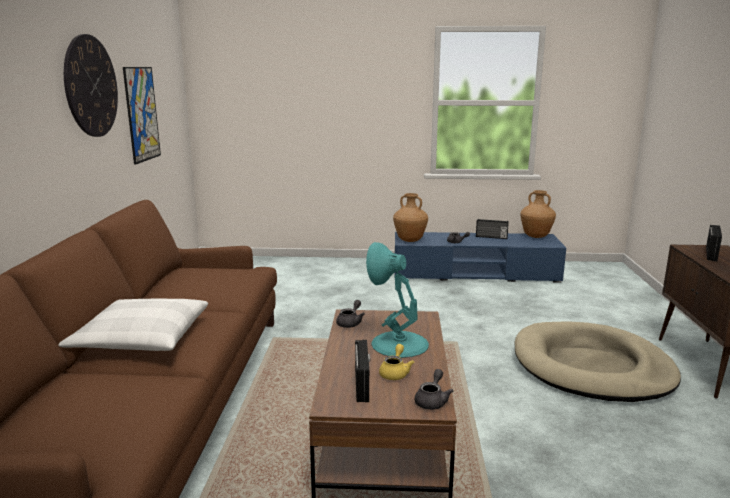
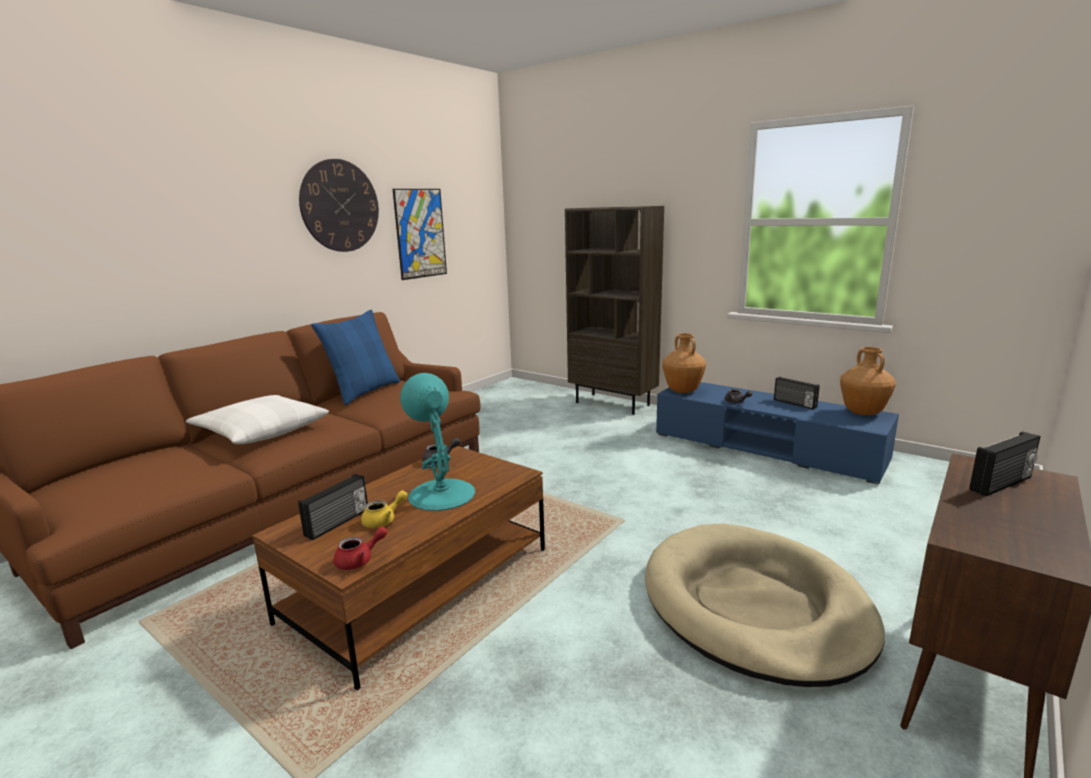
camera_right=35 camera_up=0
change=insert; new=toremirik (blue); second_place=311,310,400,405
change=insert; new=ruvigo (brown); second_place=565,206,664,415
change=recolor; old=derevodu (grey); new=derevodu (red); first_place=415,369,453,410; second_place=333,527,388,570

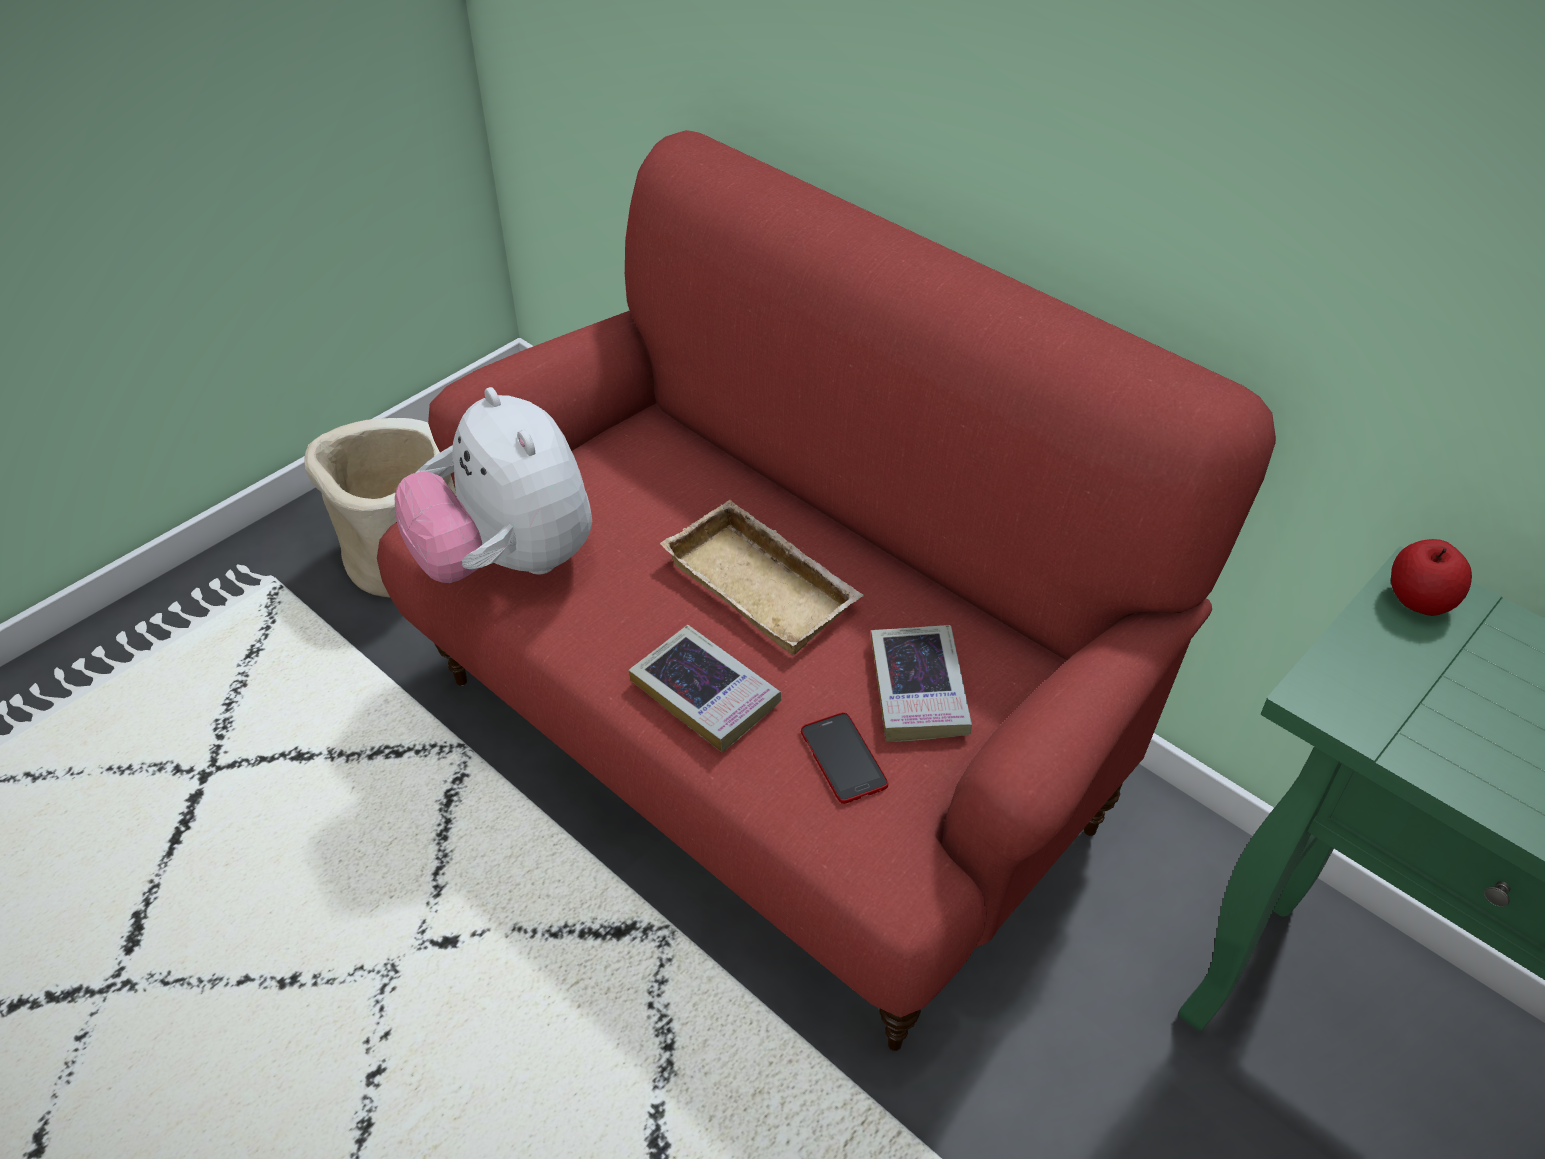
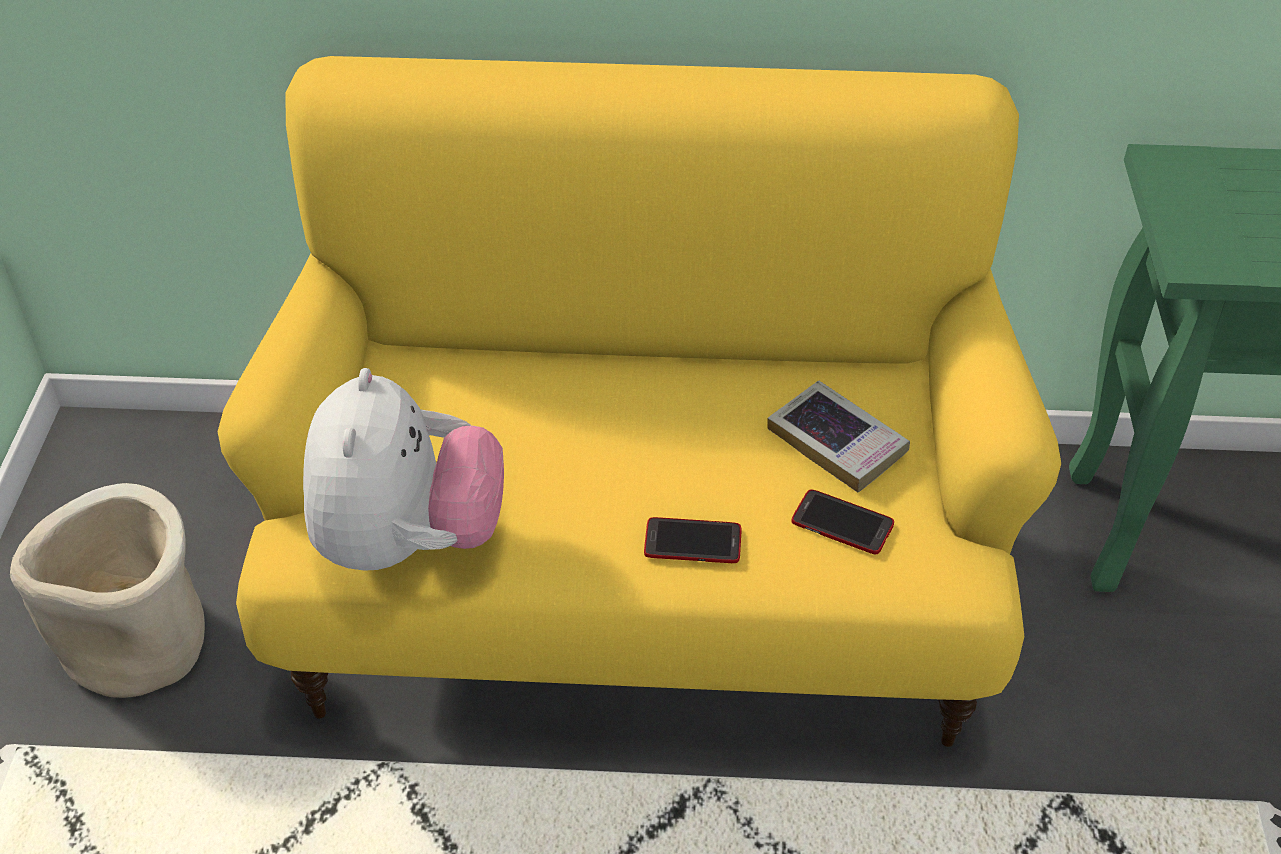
camera_right=-40 camera_up=0
change=delete; old=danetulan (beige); first_place=660,500,863,655
change=delete; old=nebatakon; first_place=1391,539,1472,616
change=replace; old=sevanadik; new=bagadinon; first_place=628,625,781,752; second_place=644,517,741,563
change=recolor; old=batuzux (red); new=batuzux (yellow); first_place=377,130,1276,1051; second_place=218,56,1061,747
change=rotate; old=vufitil; first_place=395,387,592,583; second_place=303,368,504,571; degrees=-105

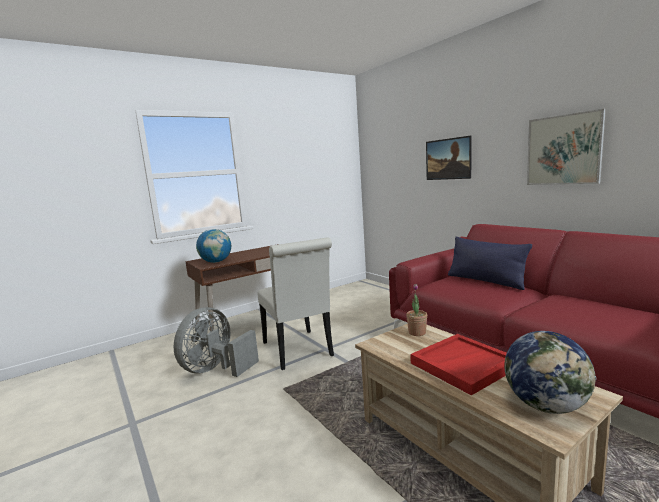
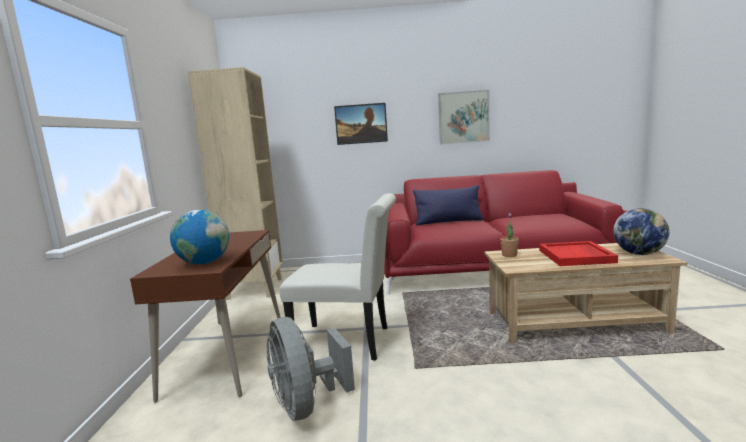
camera_right=-55 camera_up=0
change=insert; new=ruvigo (beige); second_place=188,67,283,300

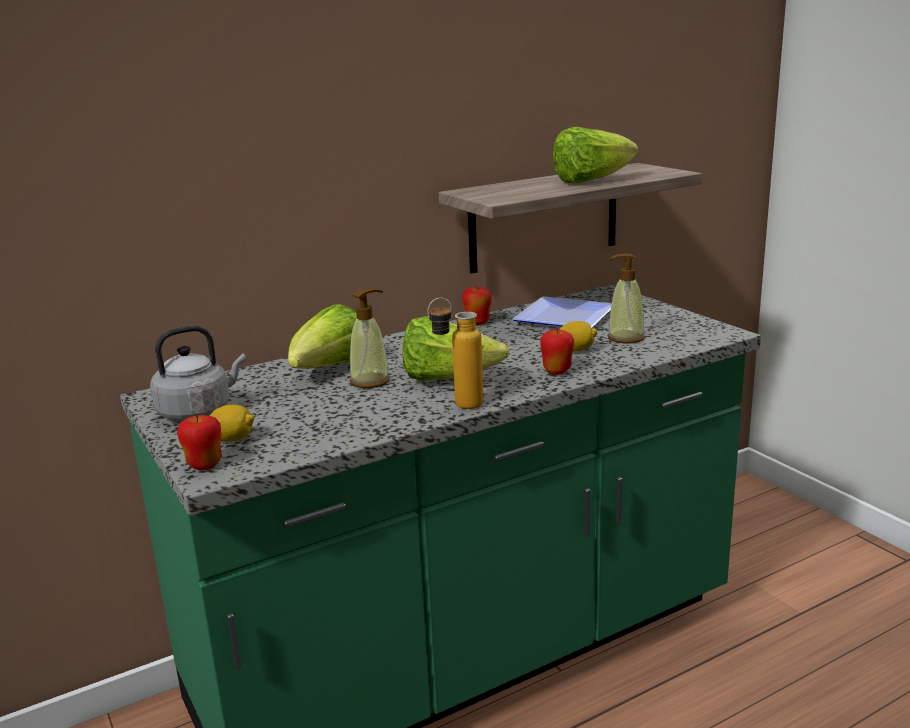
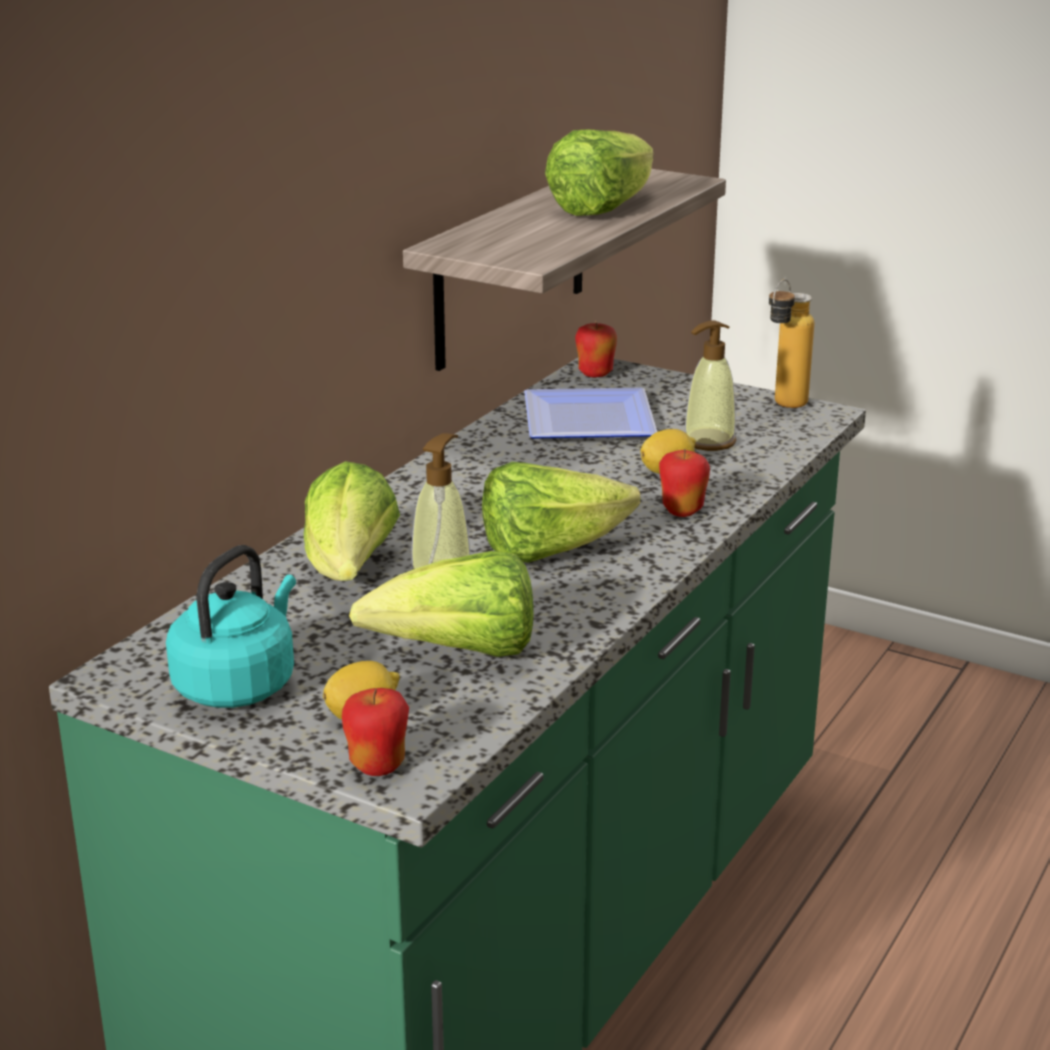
camera_right=-30 camera_up=5
change=insert; new=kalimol; second_place=349,551,533,657
change=move; old=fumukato; first_place=427,298,483,409; second_place=769,279,814,408
change=move; old=nebatakon; first_place=462,285,492,325; second_place=575,321,617,377
change=recolor; old=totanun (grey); new=totanun (turquoise); first_place=150,325,246,421; second_place=166,545,296,708

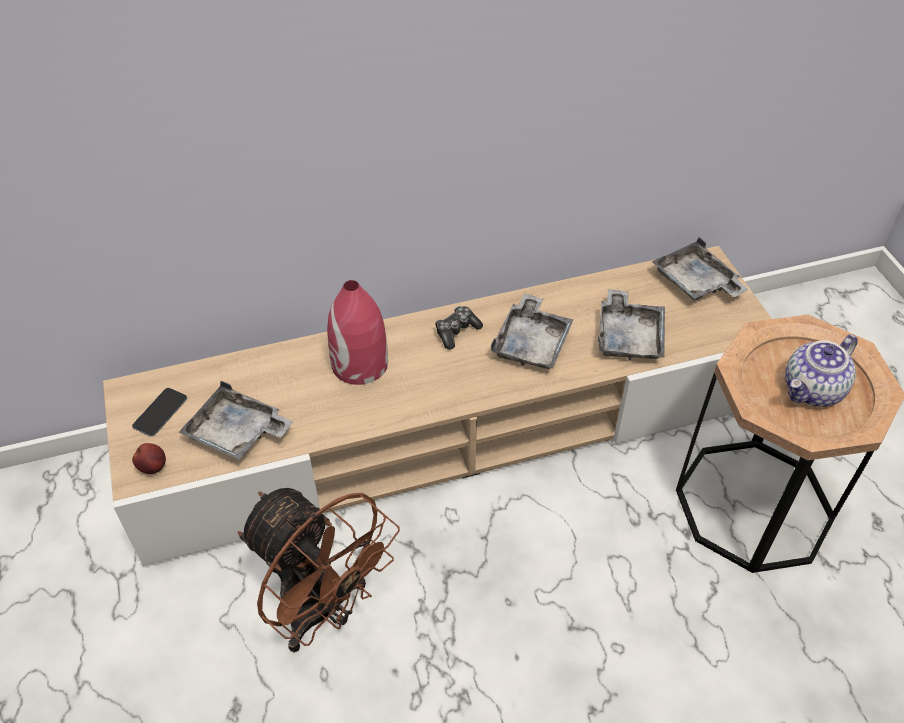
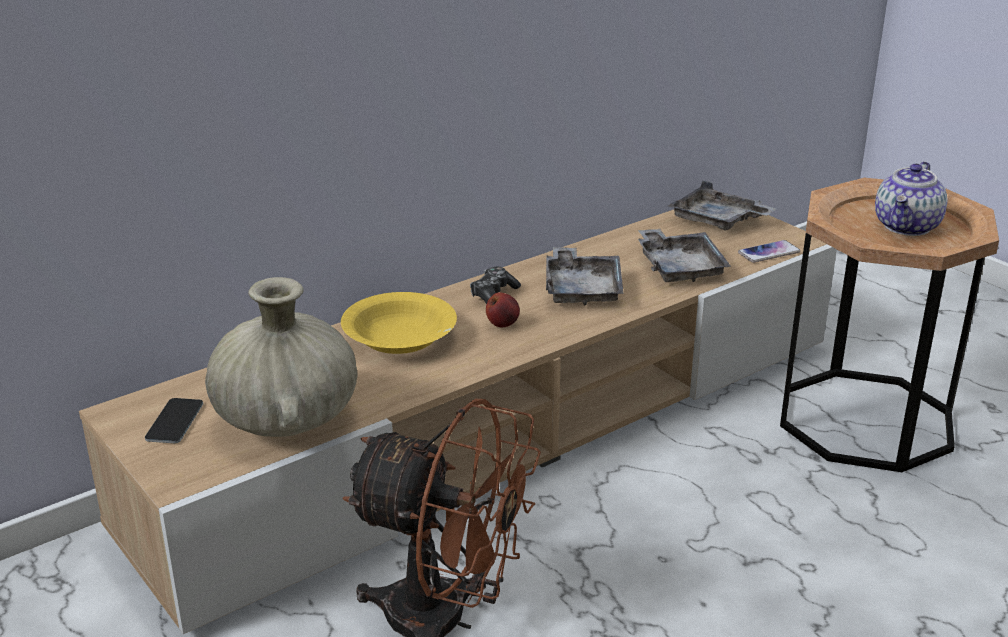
camera_right=-20 camera_up=-20
change=insert; new=bagadinon; second_place=738,240,800,263
change=move; old=nebatakon; first_place=132,443,166,474; second_place=486,292,520,327
change=replace; old=danetulan (grey); new=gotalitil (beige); first_place=179,381,293,460; second_place=205,277,358,437
change=replace; old=gotalitil (red); new=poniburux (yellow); first_place=327,280,388,385; second_place=341,292,457,354

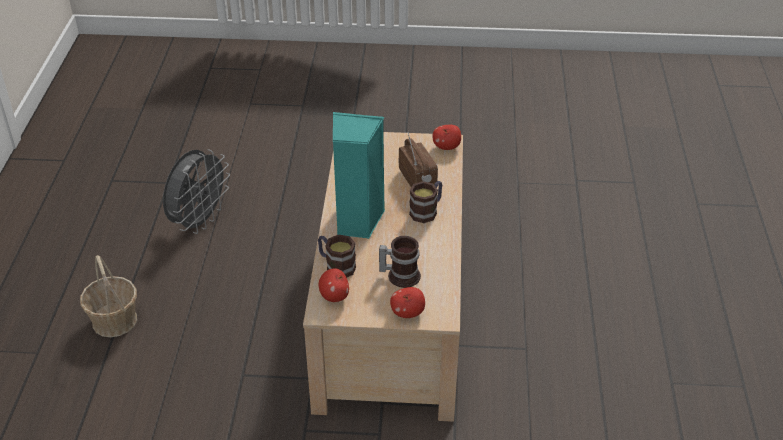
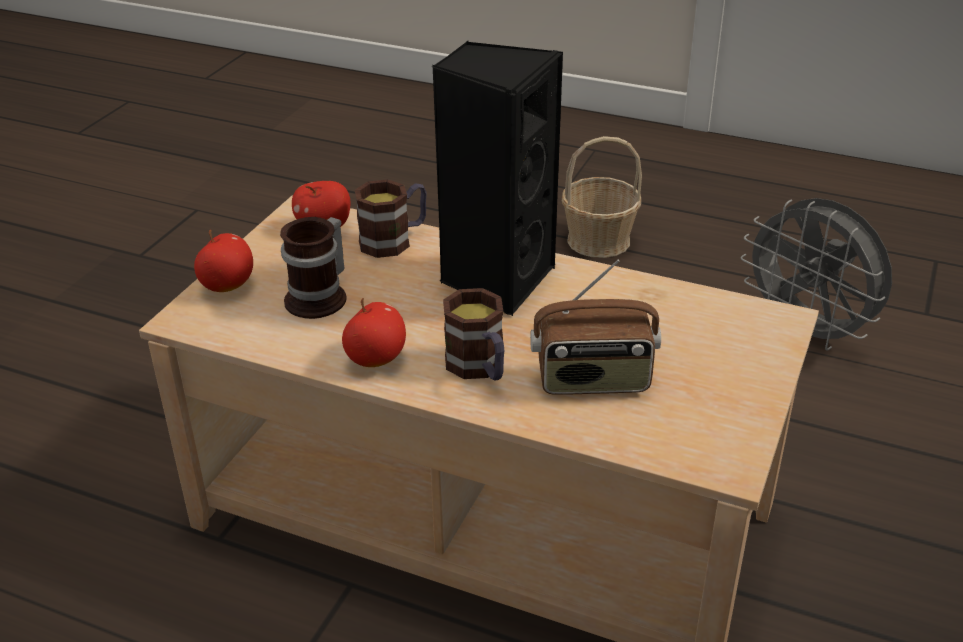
camera_right=110 camera_up=-5
change=move; old=nebatakon; first_place=432,125,461,150; second_place=342,298,406,367
change=recolor; old=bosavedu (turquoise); new=bosavedu (black); first_place=333,112,385,239; second_place=432,41,563,316

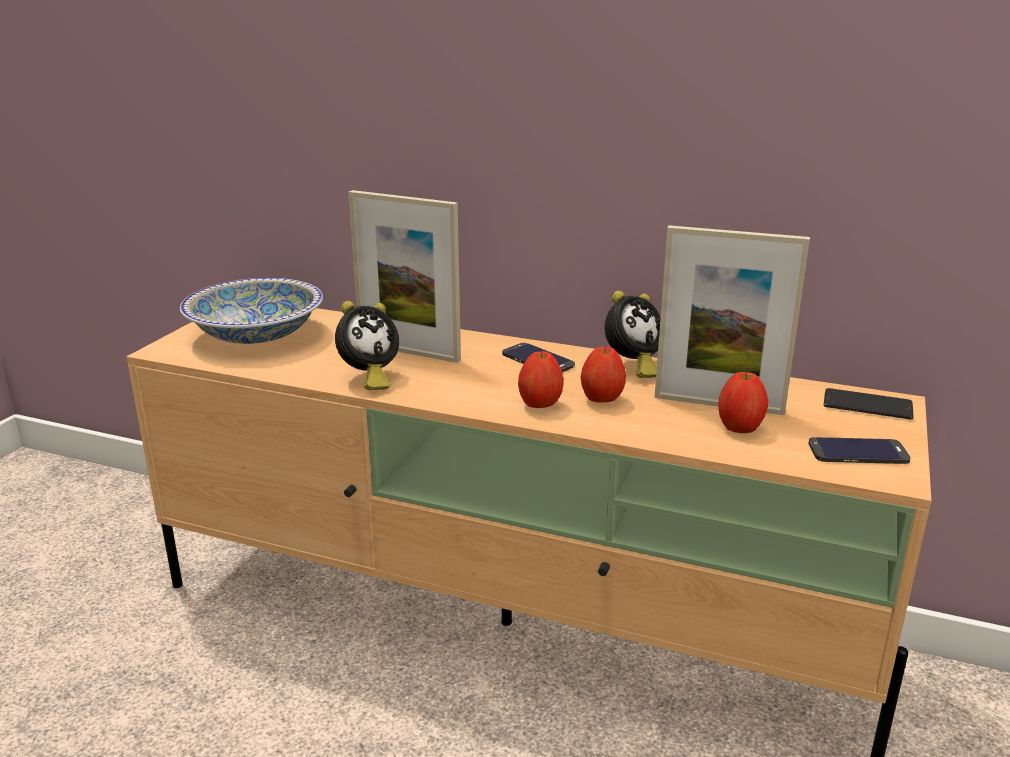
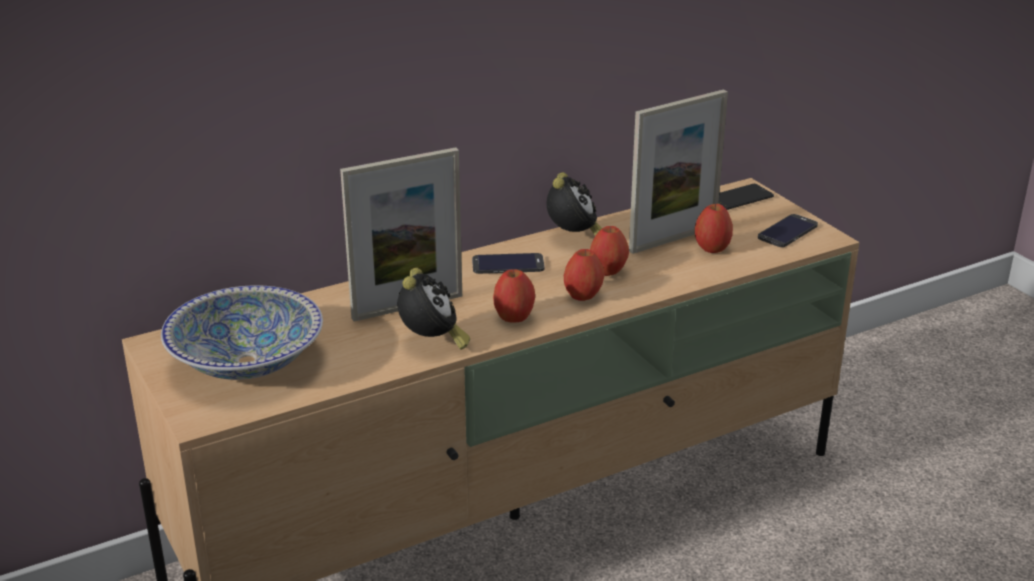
camera_right=-50 camera_up=5
change=insert; new=nebatakon; second_place=493,269,535,323

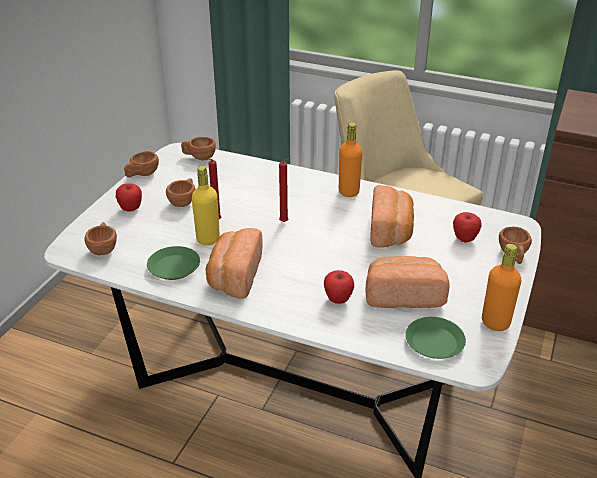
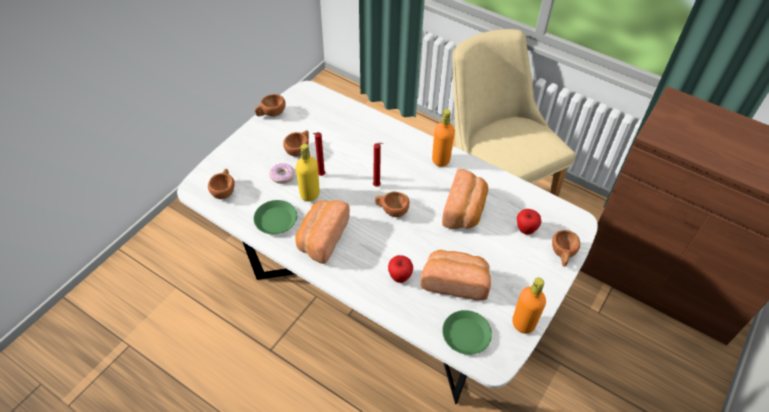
camera_right=10 camera_up=15
change=delete; old=nebatakon; first_place=116,183,142,212
change=insert; new=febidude; second_place=269,163,295,184
change=move; old=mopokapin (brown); first_place=181,137,216,160; second_place=375,191,409,217

